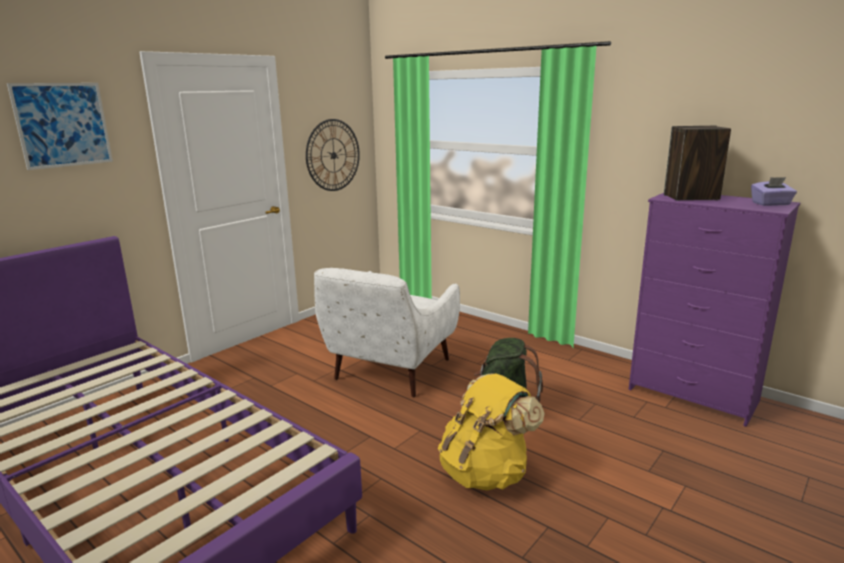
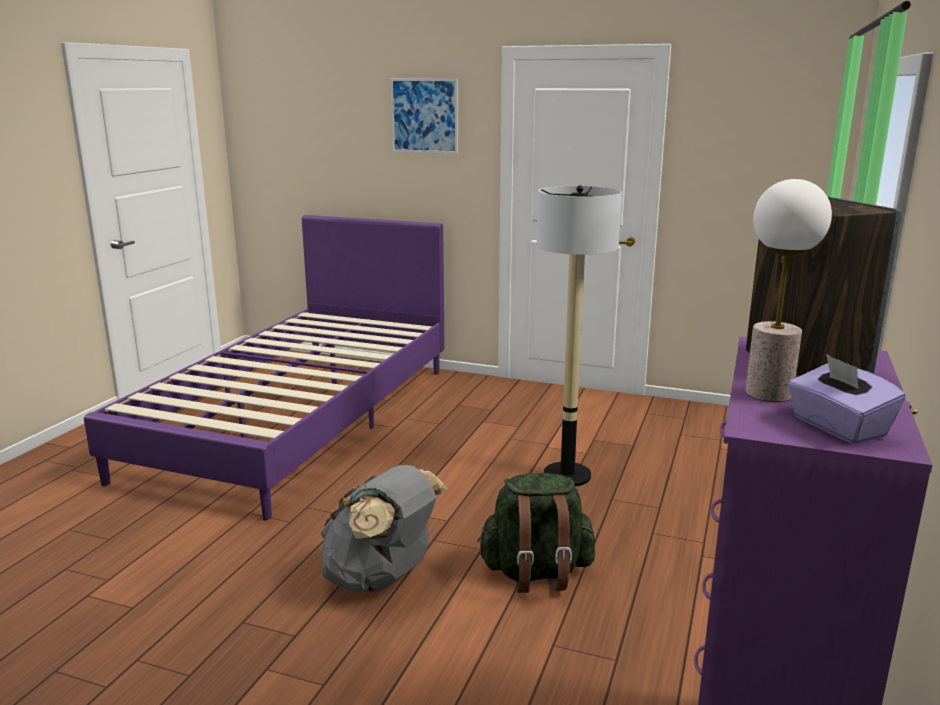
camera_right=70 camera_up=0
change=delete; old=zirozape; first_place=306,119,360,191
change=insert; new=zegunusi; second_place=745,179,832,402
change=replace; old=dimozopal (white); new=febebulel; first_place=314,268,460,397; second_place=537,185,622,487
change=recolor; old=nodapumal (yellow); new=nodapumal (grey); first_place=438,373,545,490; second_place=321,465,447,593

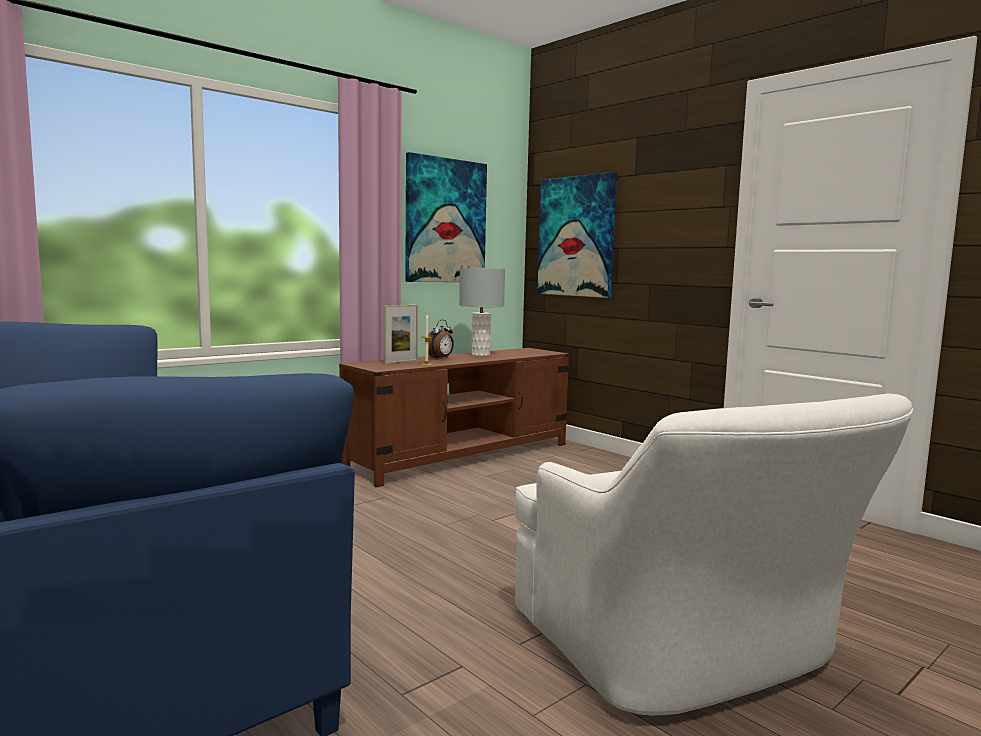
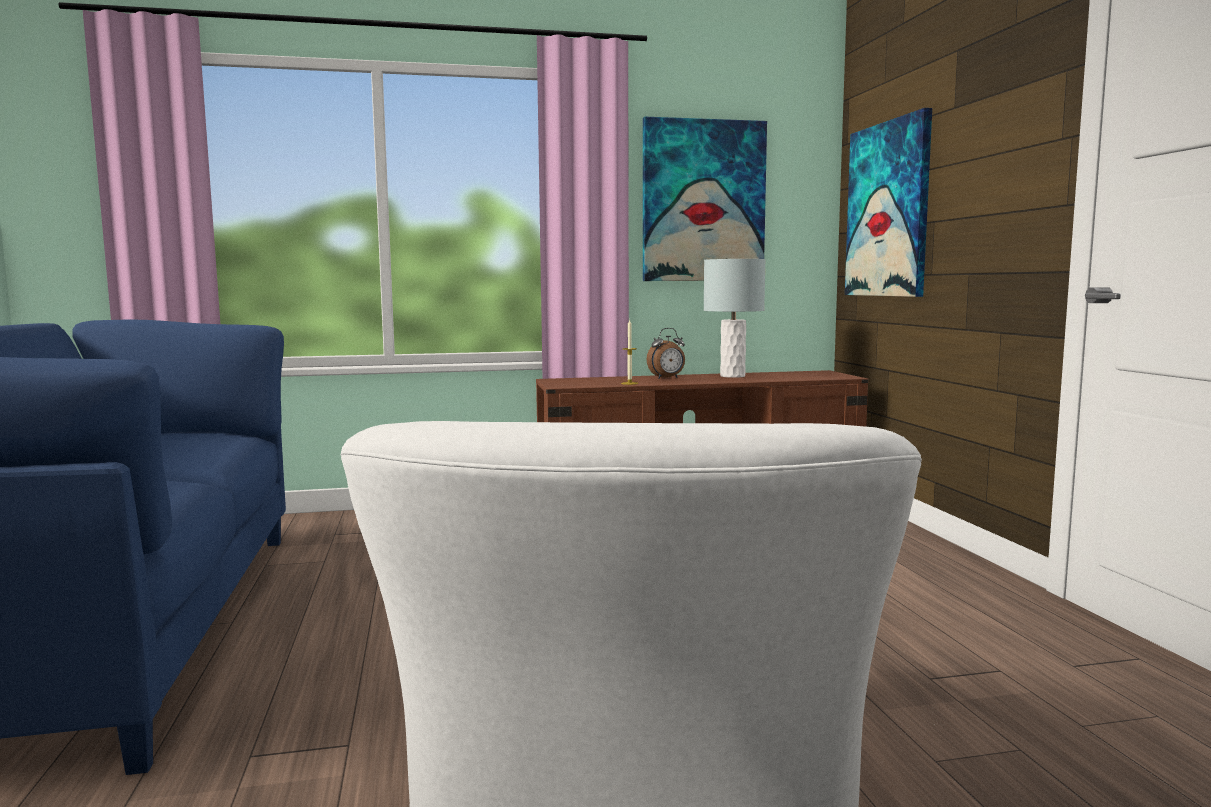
camera_right=30 camera_up=0
change=delete; old=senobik; first_place=383,305,418,364

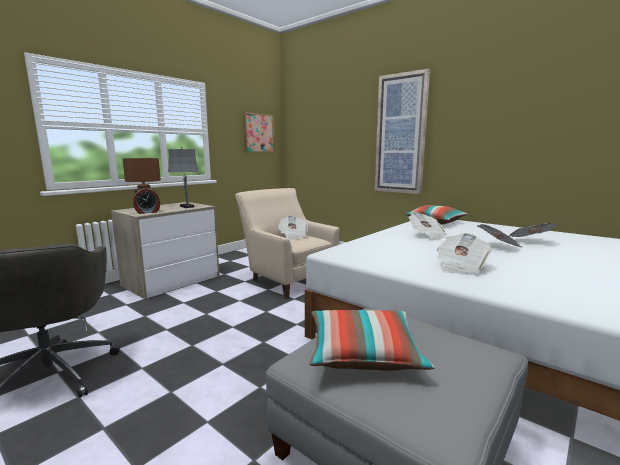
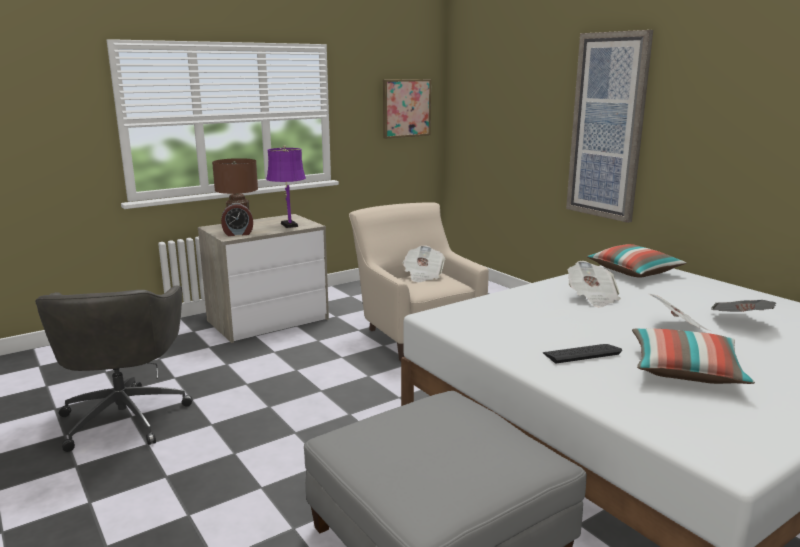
camera_right=15 camera_up=5
change=move; old=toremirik; first_place=309,310,435,371; second_place=632,329,755,384
change=replace; old=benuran; new=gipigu; first_place=437,233,492,273; second_place=543,344,622,363
change=recolor; old=zegunusi (grey); new=zegunusi (purple); first_place=168,146,199,208; second_place=266,145,306,228

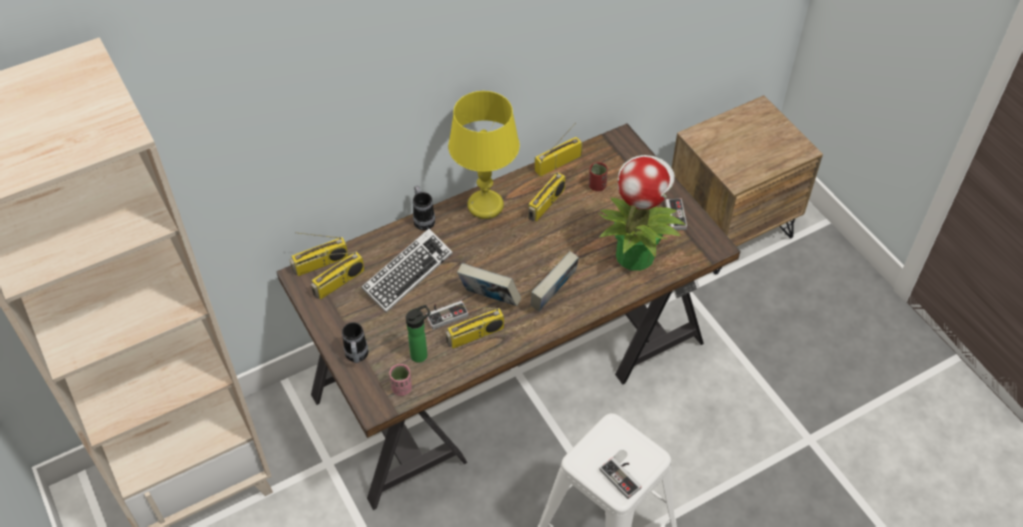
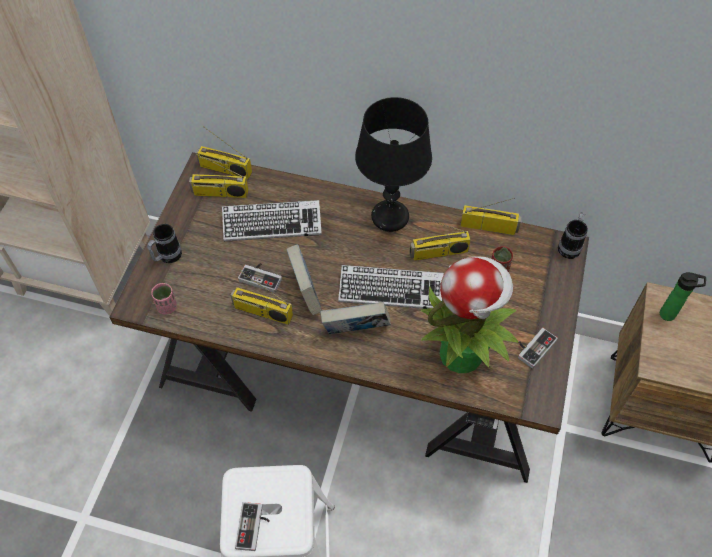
camera_right=45 camera_up=5
change=insert; new=gipigu; second_place=338,265,444,309
change=move; old=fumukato; first_place=406,305,431,363; second_place=660,272,706,321
change=move; old=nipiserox; first_place=413,186,435,230; second_place=558,213,588,259
change=recolor; old=zegunusi (yellow); new=zegunusi (black); first_place=448,91,520,219; second_place=355,97,432,232

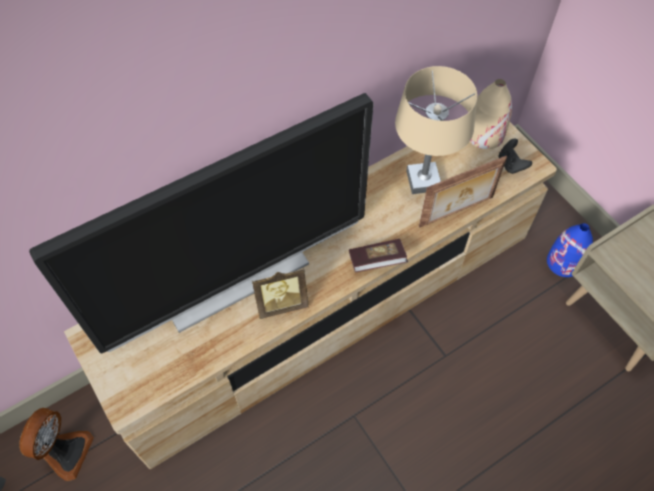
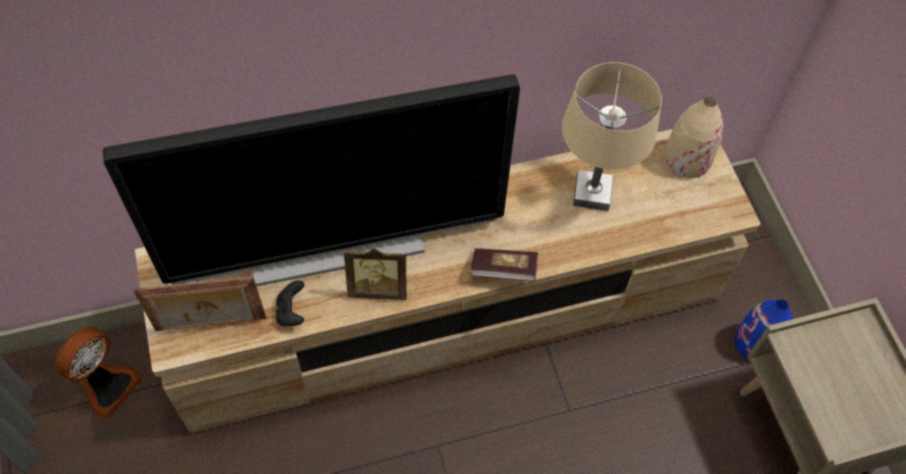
camera_right=15 camera_up=0
change=move; old=senobik; first_place=419,156,507,228; second_place=133,276,266,331
change=move; old=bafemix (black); first_place=499,138,532,174; second_place=276,280,304,326

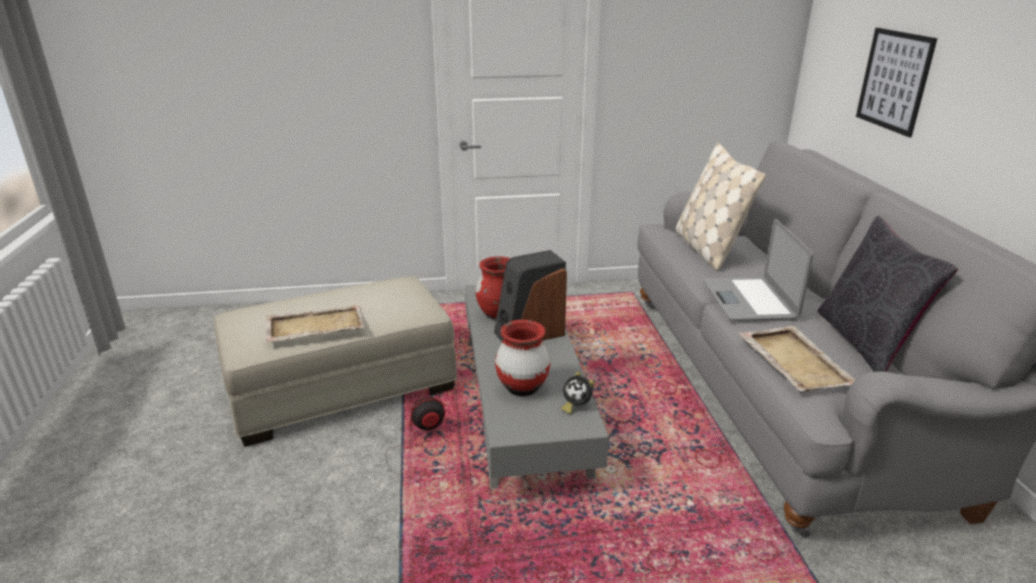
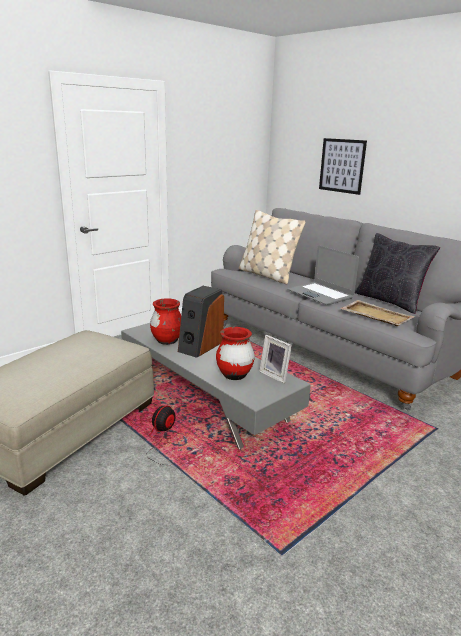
camera_right=-35 camera_up=-5
change=delete; old=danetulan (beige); first_place=266,304,365,342
change=replace; old=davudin; new=senobik; first_place=561,372,595,414; second_place=259,335,292,383

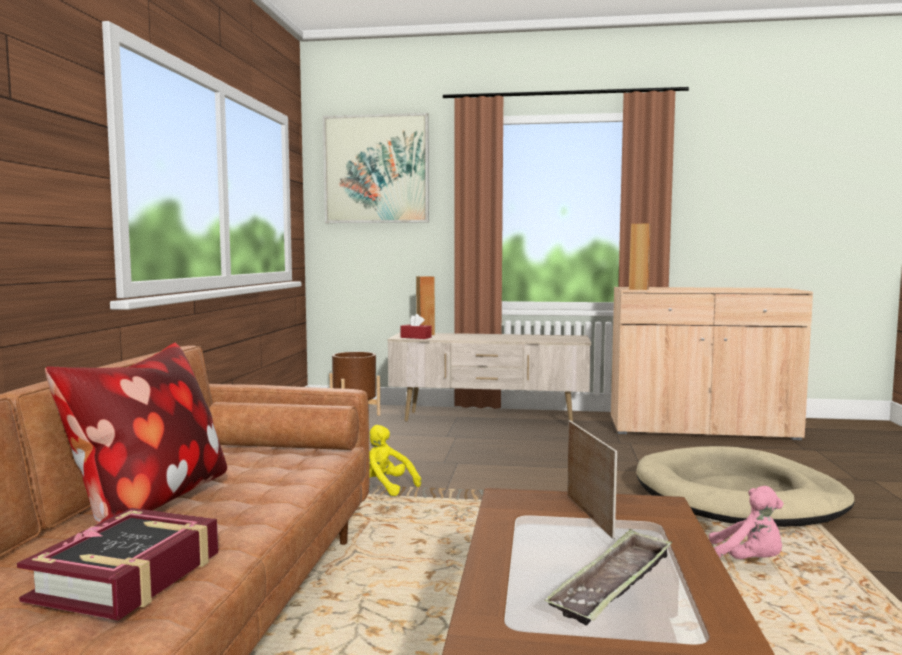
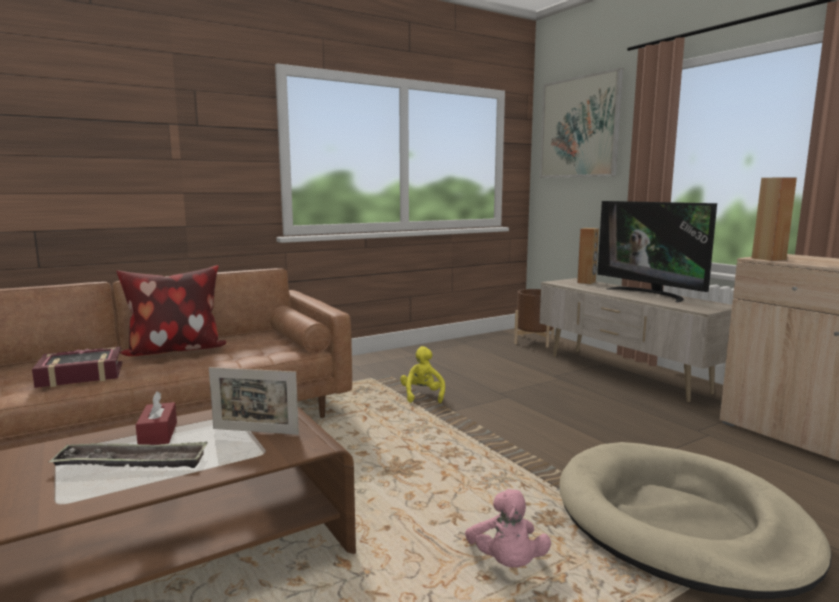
camera_right=50 camera_up=5
change=insert; new=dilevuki; second_place=597,201,717,303
change=move; old=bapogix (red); first_place=401,314,432,339; second_place=136,391,177,445
change=rotate; old=senobik; first_place=567,420,617,539; second_place=209,367,299,435; degrees=60

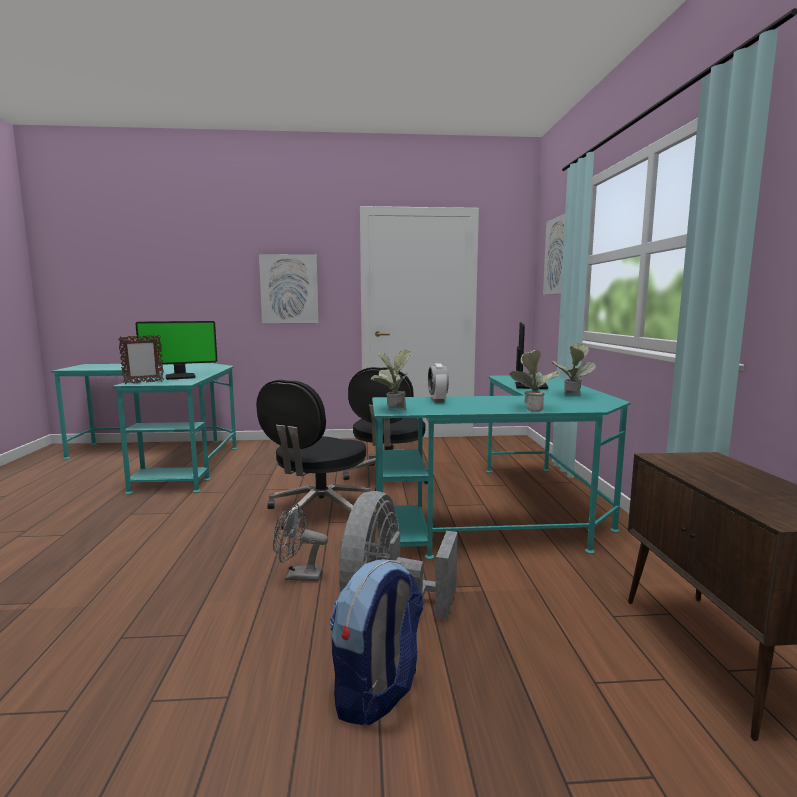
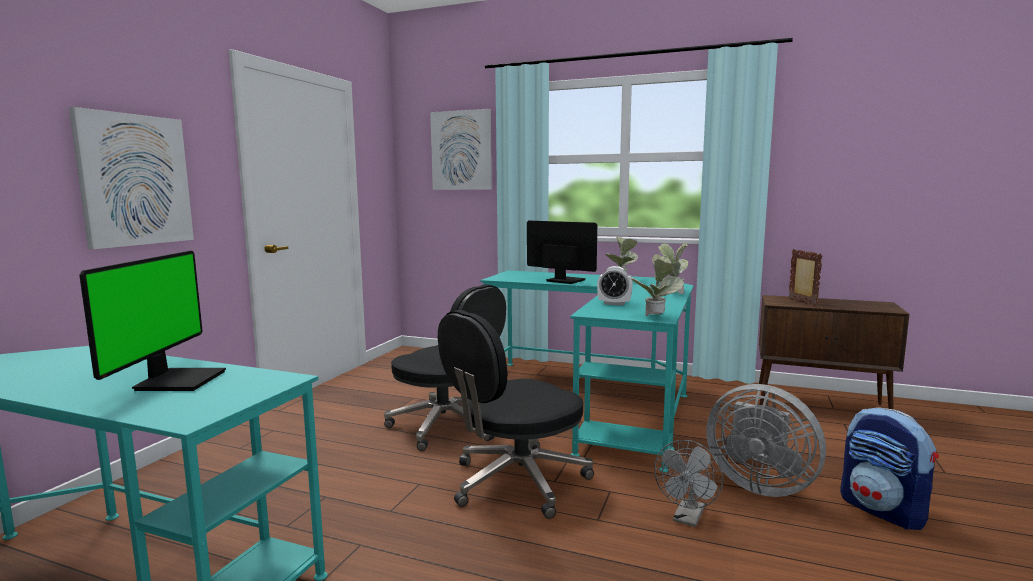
camera_right=-65 camera_up=0
change=move; old=senobik; first_place=118,335,164,384; second_place=788,249,823,306
change=rotate; old=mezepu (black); first_place=256,380,371,529; second_place=438,310,594,519; degrees=90

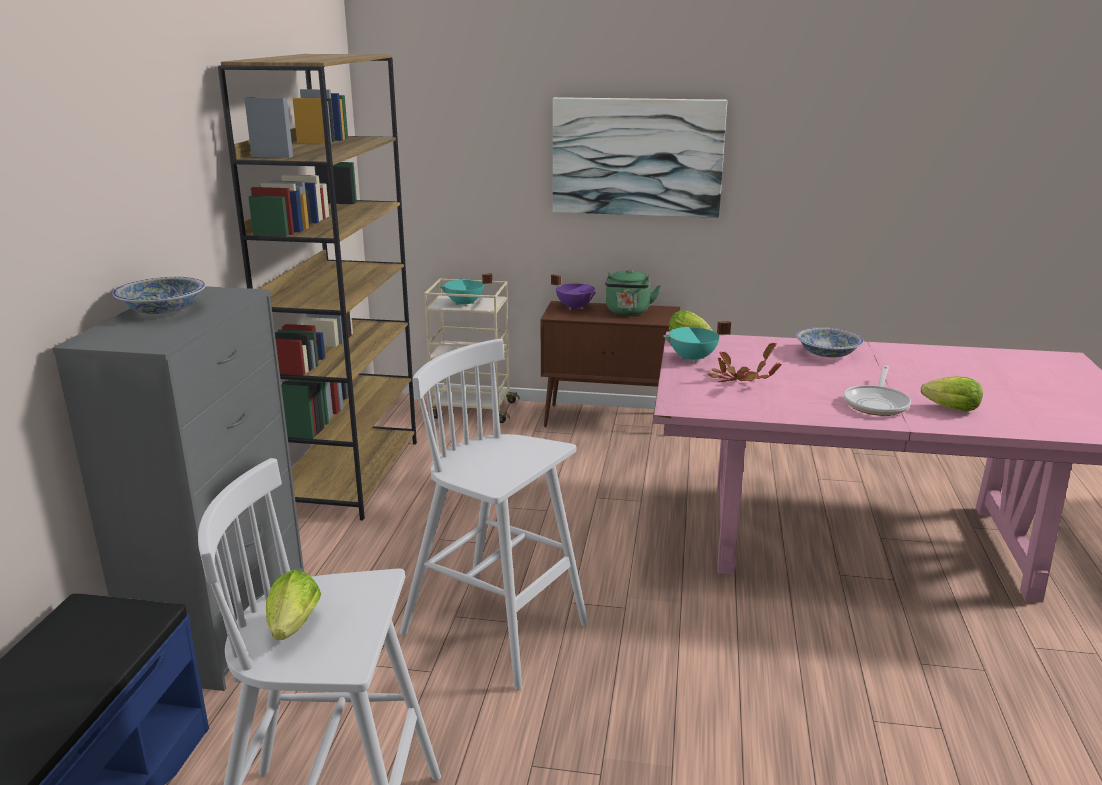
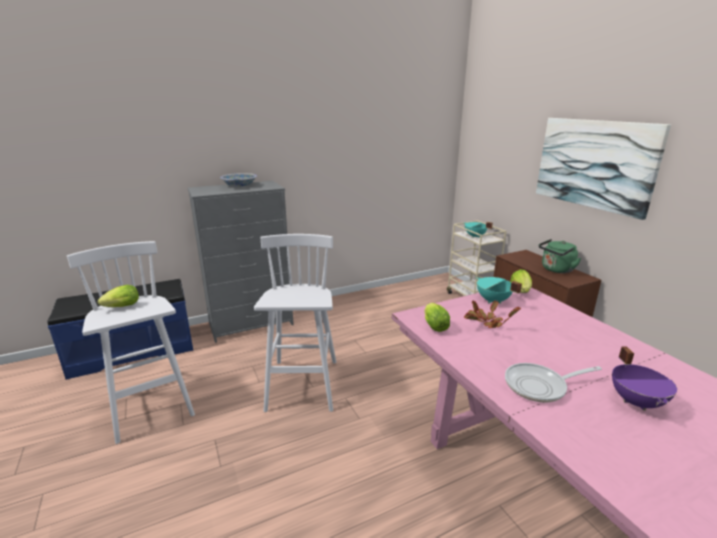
camera_right=55 camera_up=0
change=delete; old=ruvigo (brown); first_place=218,54,417,520
change=delete; old=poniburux; first_place=796,327,864,357
change=move; old=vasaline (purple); first_place=551,274,597,310; second_place=612,346,677,411
change=move; old=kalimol; first_place=921,376,983,412; second_place=425,303,450,332

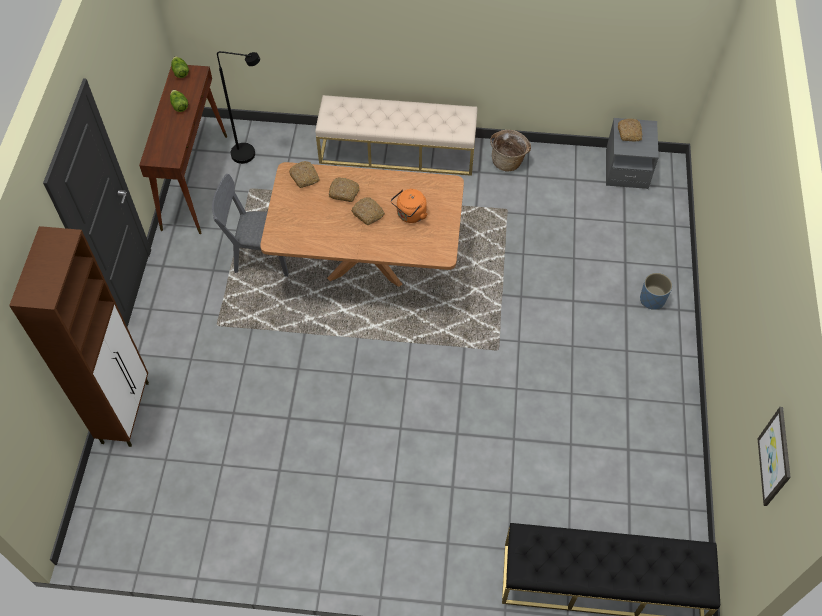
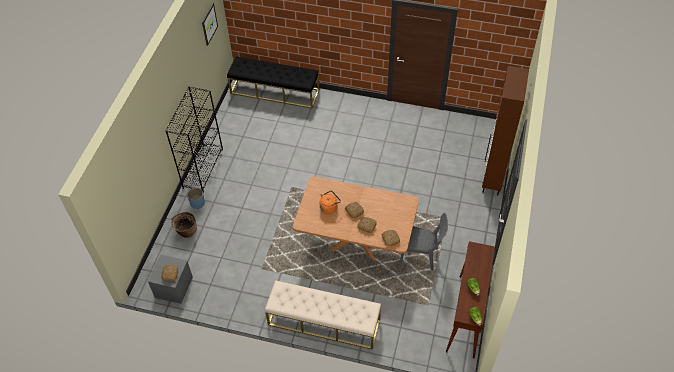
camera_right=-170 camera_up=-5
change=delete; old=febebulel (black); first_place=217,51,260,164
change=insert; new=ruvigo (black); second_place=165,86,223,193
change=move; old=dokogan; first_place=490,130,531,172; second_place=171,212,197,238

